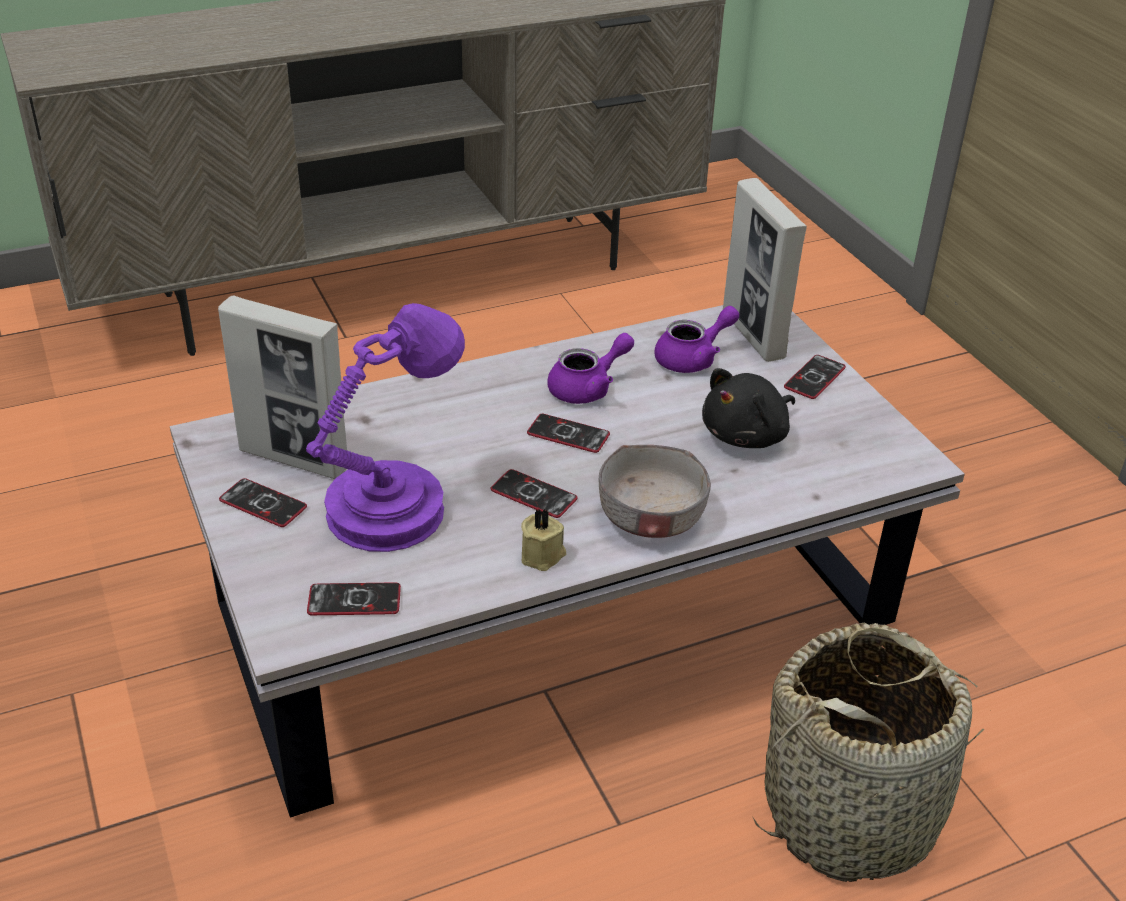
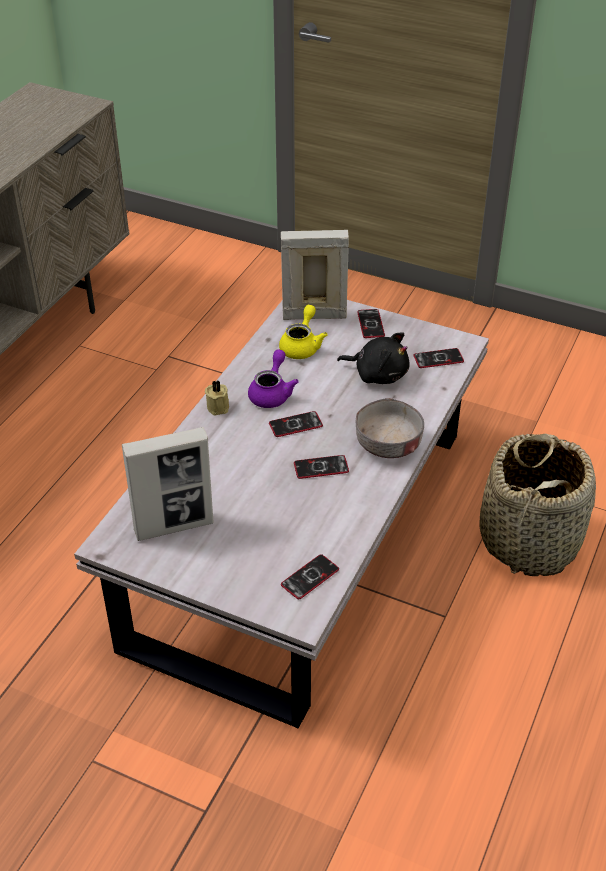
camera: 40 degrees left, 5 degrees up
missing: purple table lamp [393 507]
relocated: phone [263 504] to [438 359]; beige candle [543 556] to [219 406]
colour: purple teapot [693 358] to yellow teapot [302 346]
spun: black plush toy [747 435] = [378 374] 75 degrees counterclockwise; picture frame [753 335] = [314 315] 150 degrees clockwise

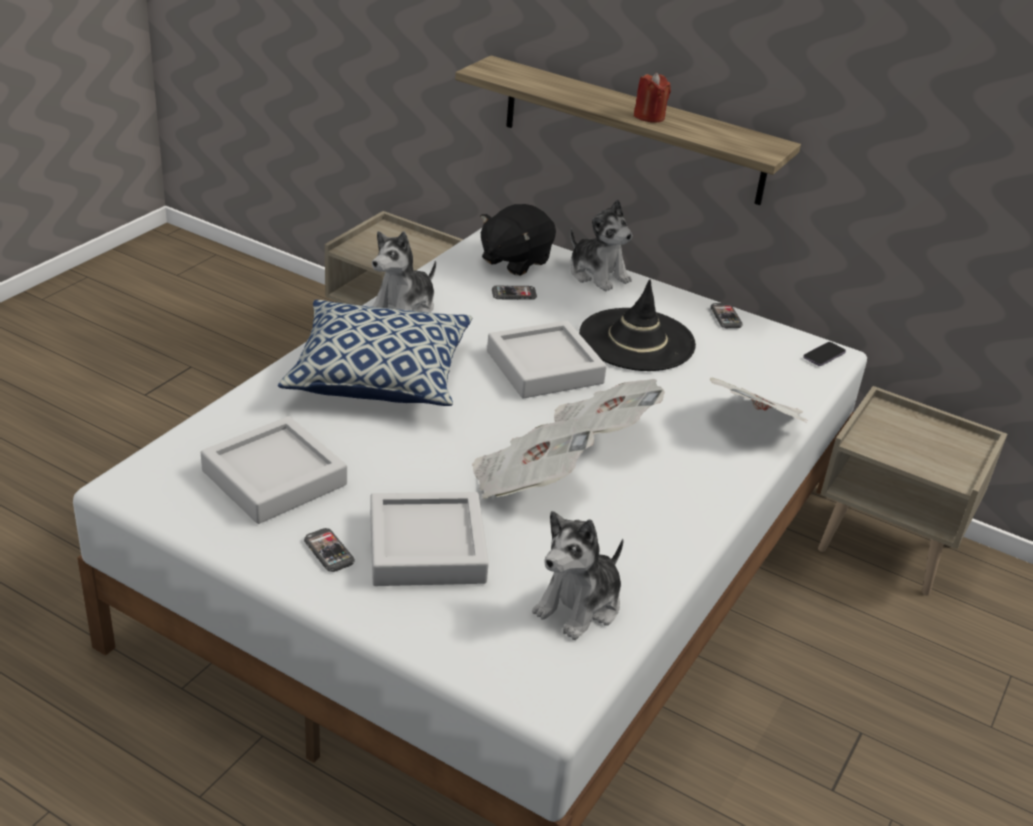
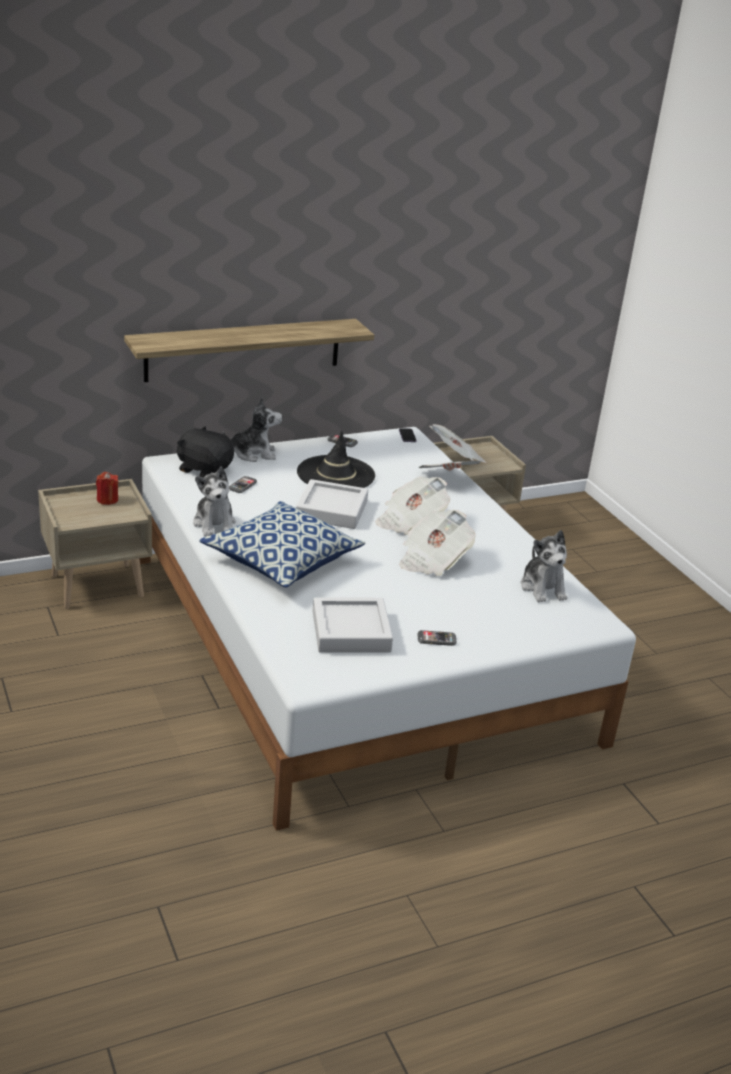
camera: 55 degrees left, 5 degrees down
missing: grey tray [427 548]
appeared: newspaper [456 458]
relocated: red candle [649 116] to [107 500]
spun: black plush toy [514 261] = [204 469] 135 degrees clockwise

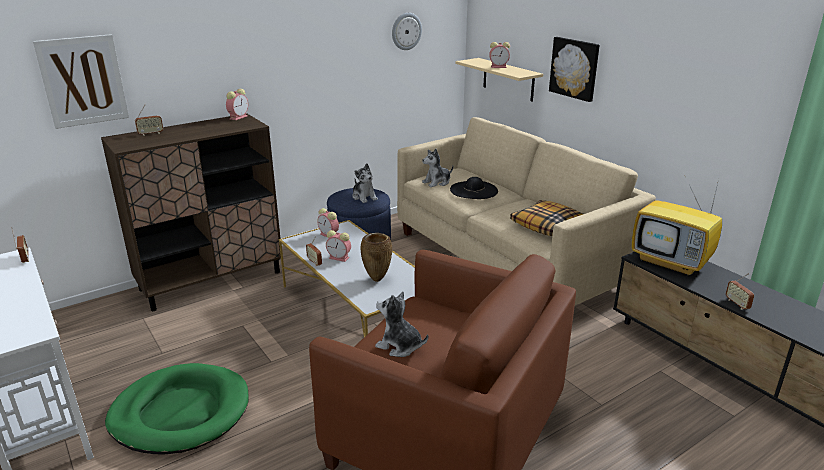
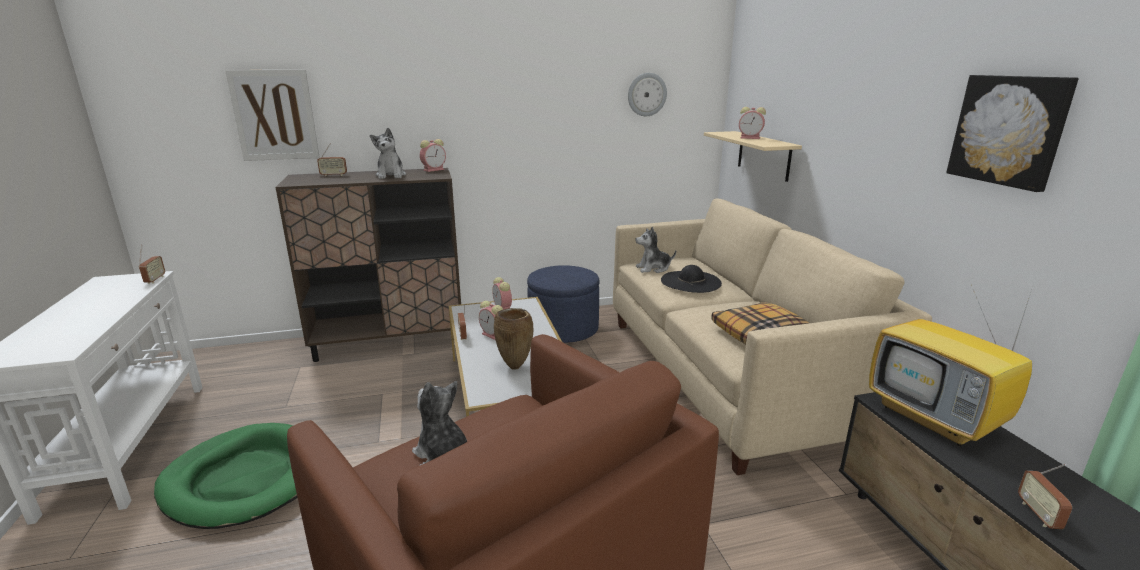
camera: 20 degrees right, 5 degrees down
relocated: plush toy [364 197] to [391 175]; picture [575 68] to [1009 130]

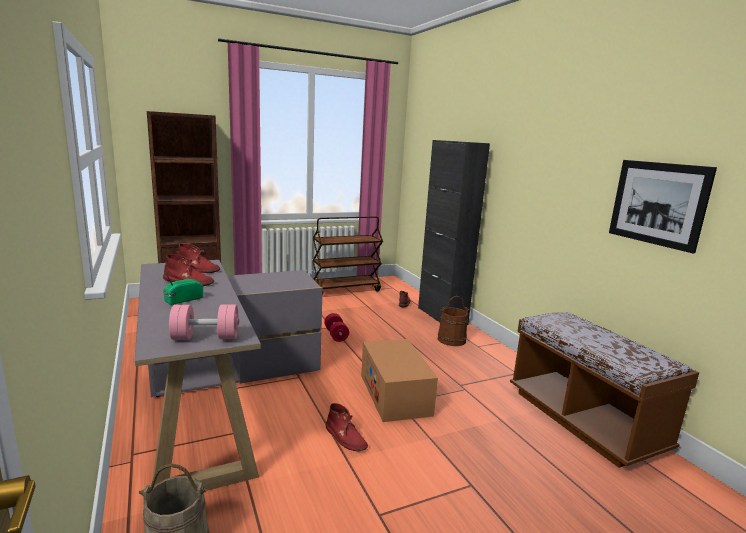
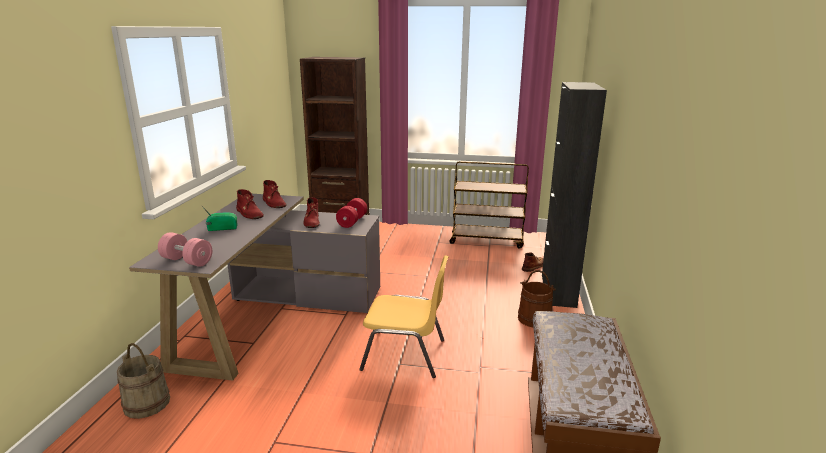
camera: 35 degrees right, 5 degrees up
missing: picture [658 203]
relocated: red dumbbell [336 335] to [352 221]; red boot [345 437] to [312 221]
exchanged: cardboard box [395 394] to yellow chair [405 354]

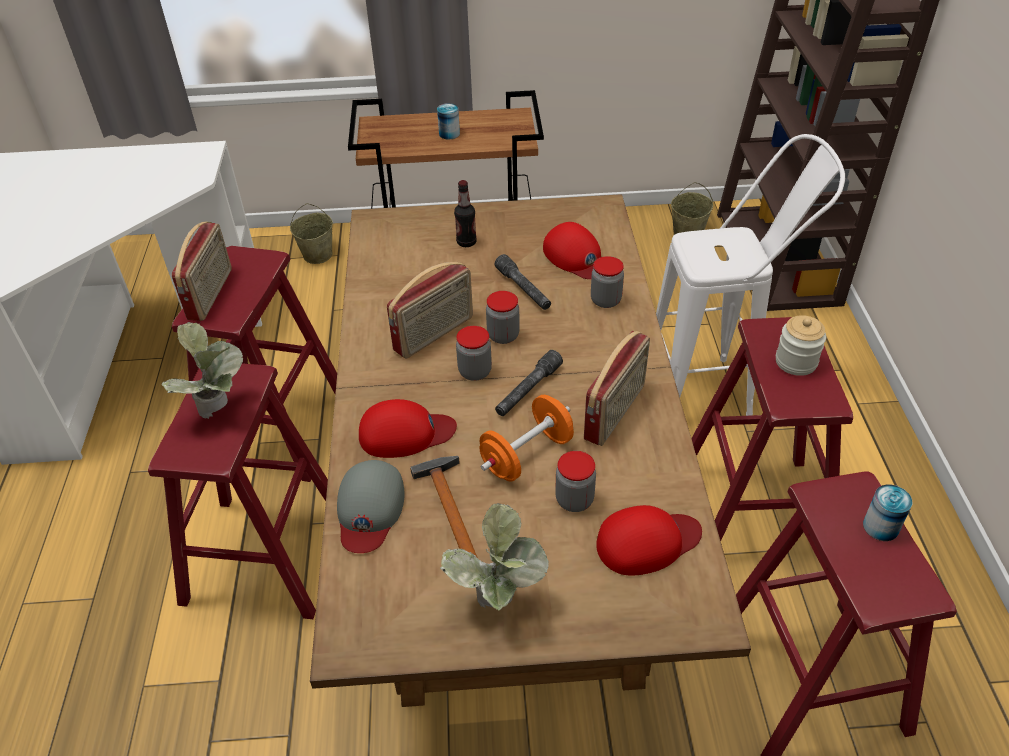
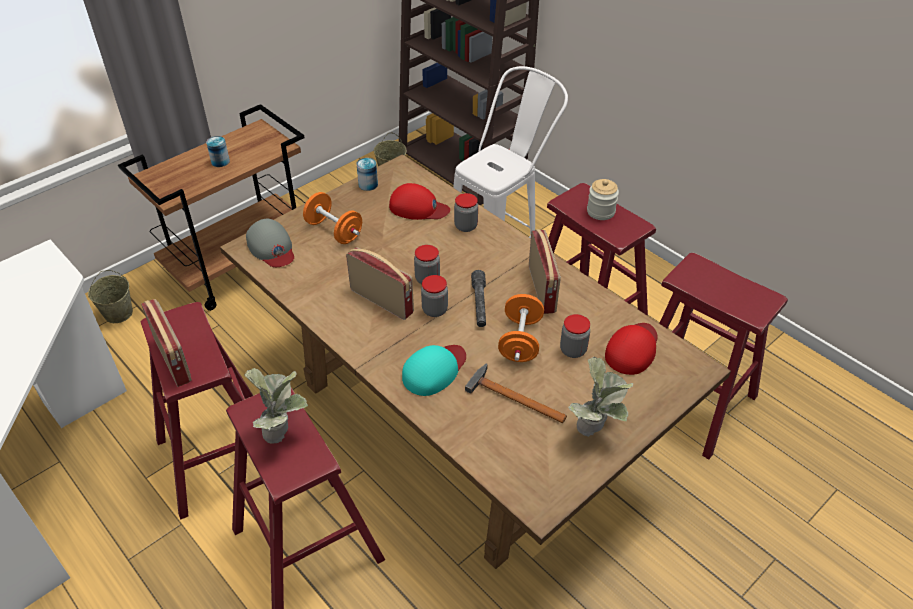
camera: 40 degrees left, 0 degrees up
missing: grey flashlight [523 289]
relocated: grey cap [369 509] to [271 248]; can [880 526] to [368 184]
exchanged: bottle [466 242] to orange dumbbell [334 231]
colour: red cap [405 433] to turquoise cap [434 370]
spun: radio [435 334] = [382 301] 60 degrees counterclockwise

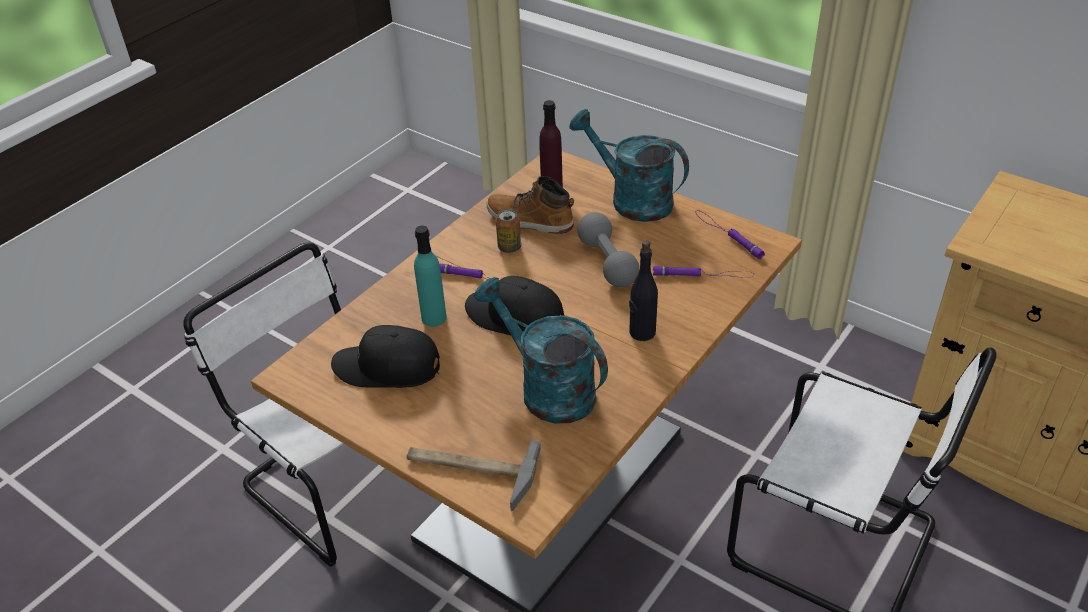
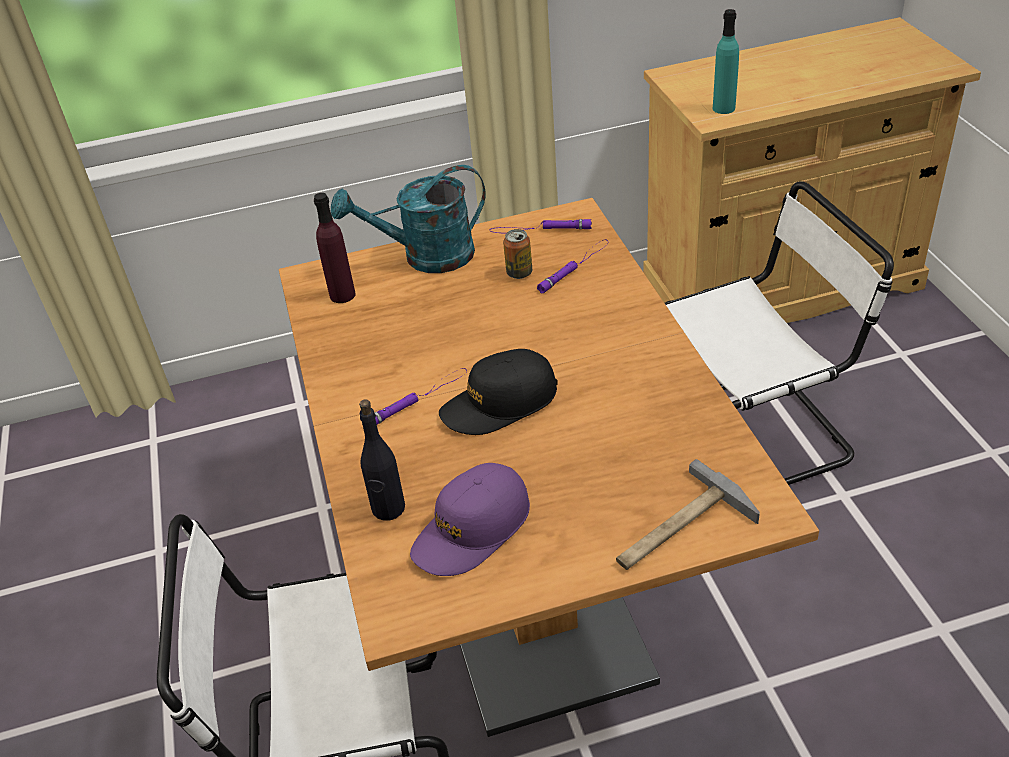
camera: 50 degrees left, 0 degrees up
missing: turquoise watering can [547 389]; boot [529 220]; grey dumbbell [607 262]
relocated: turquoise bottle [434 318] to [723 108]; can [509 247] to [519 273]; black bottle [642 332] to [388 508]
colour: black cap [387 367] to purple cap [472 530]

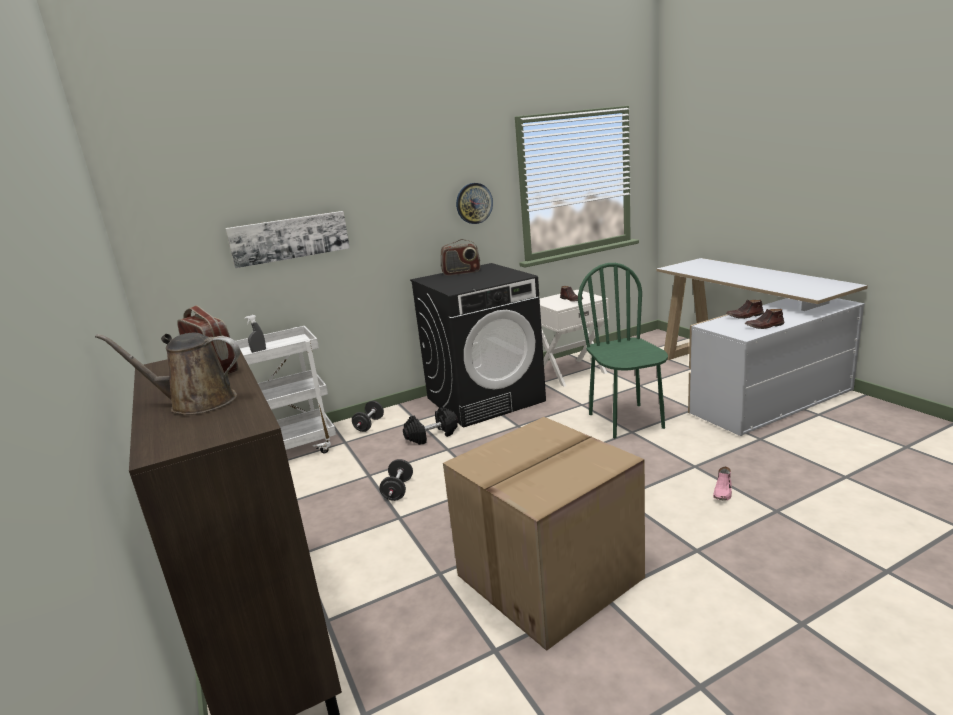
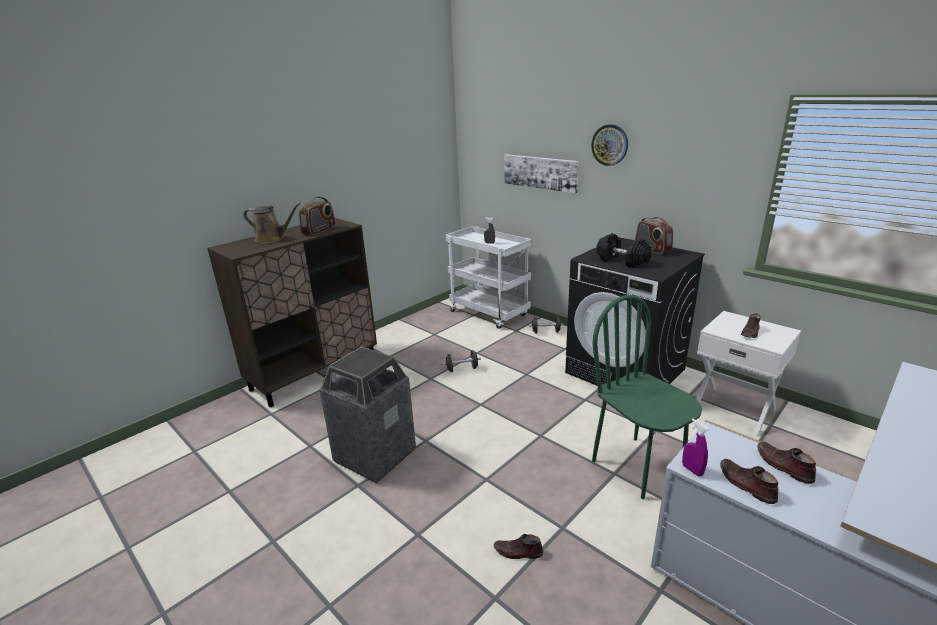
camera: 70 degrees right, 5 degrees up
appeared: purple spray bottle [692 470]
relocated: black dumbbell [432 436] to [622 261]; wall clock [474 203] to [610 145]
exchanged: cardboard box [549 578] to trash can [374 456]
colour: pink shoe [723 492] to brown shoe [518 552]
spun: brown watering can [197 403] = [272 239] 120 degrees clockwise; green chair [626 421] = [637 466] 90 degrees counterclockwise

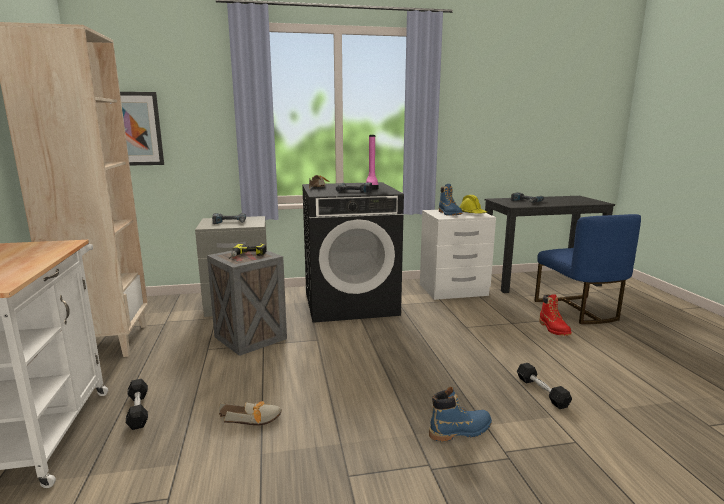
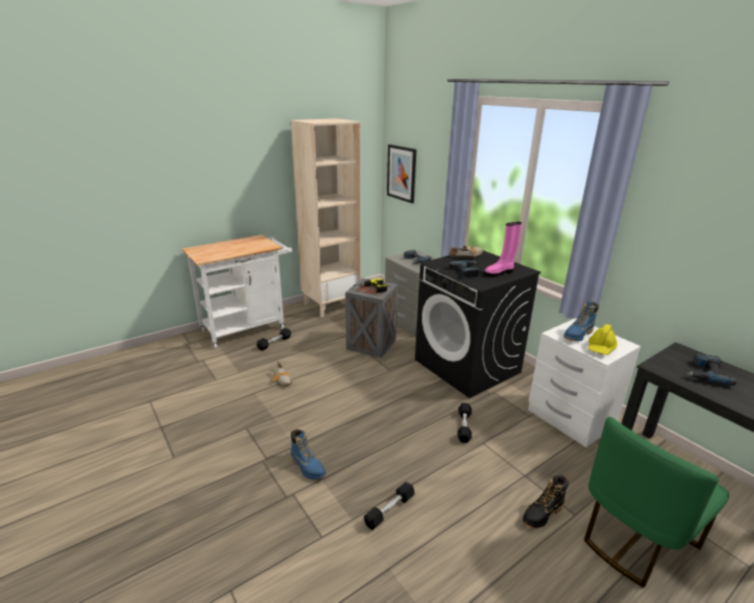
camera: 65 degrees right, 10 degrees up
appeared: black dumbbell [464 427]
colour: blue chair [579 310] to green chair [634 539]; red boot [554 329] to black boot [542 513]

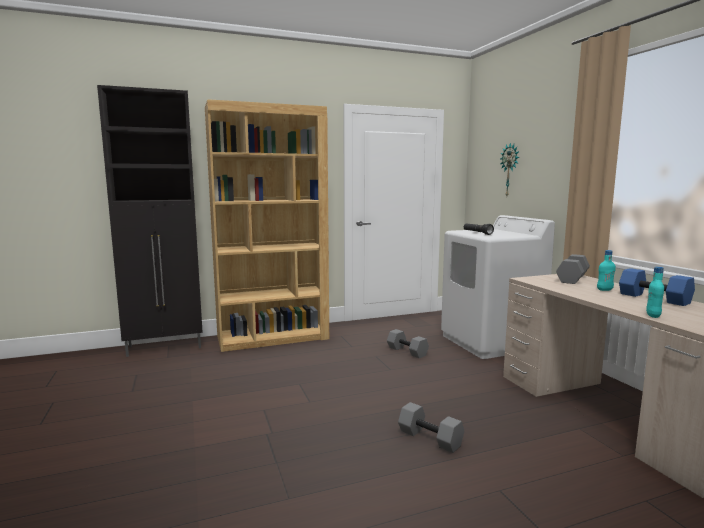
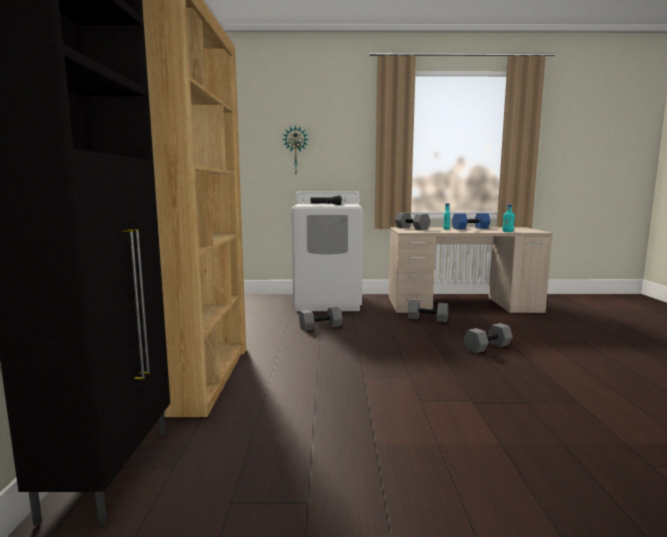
camera: 70 degrees left, 0 degrees up
appeared: grey dumbbell [427 319]

